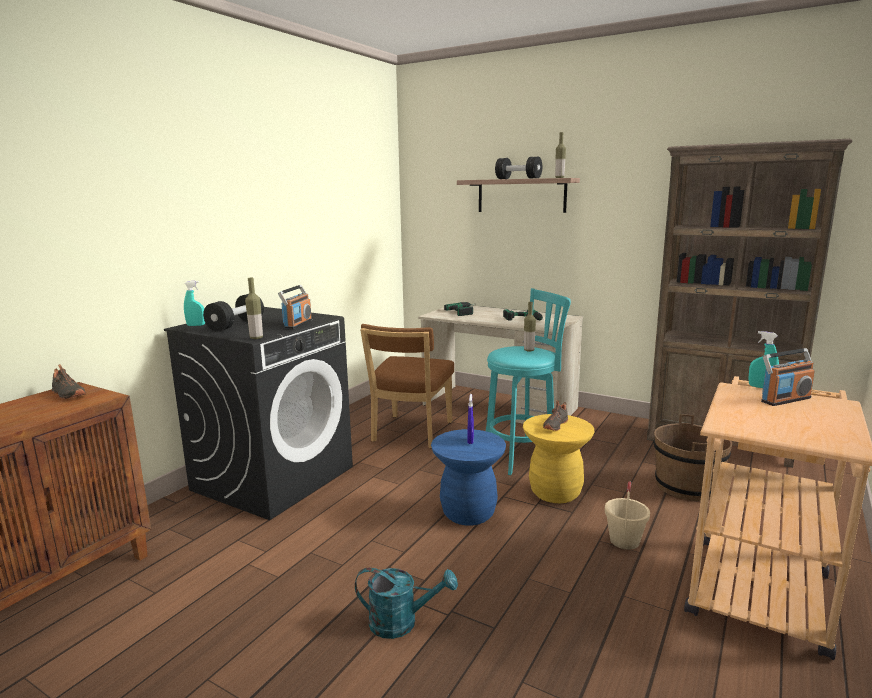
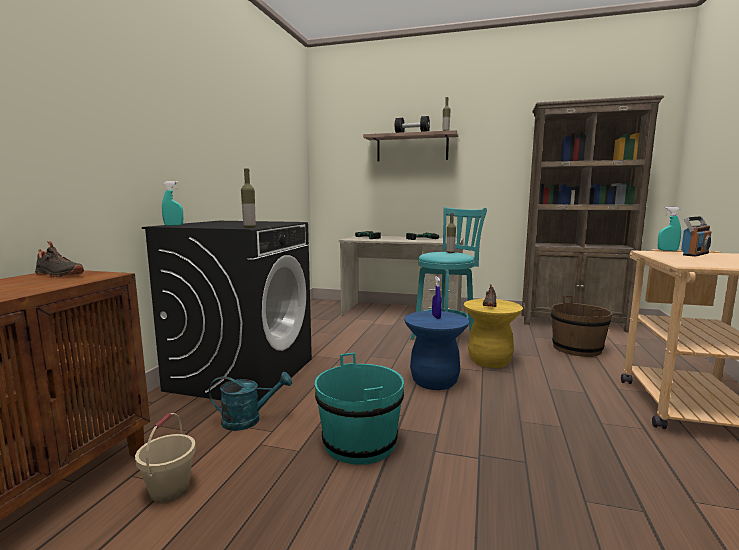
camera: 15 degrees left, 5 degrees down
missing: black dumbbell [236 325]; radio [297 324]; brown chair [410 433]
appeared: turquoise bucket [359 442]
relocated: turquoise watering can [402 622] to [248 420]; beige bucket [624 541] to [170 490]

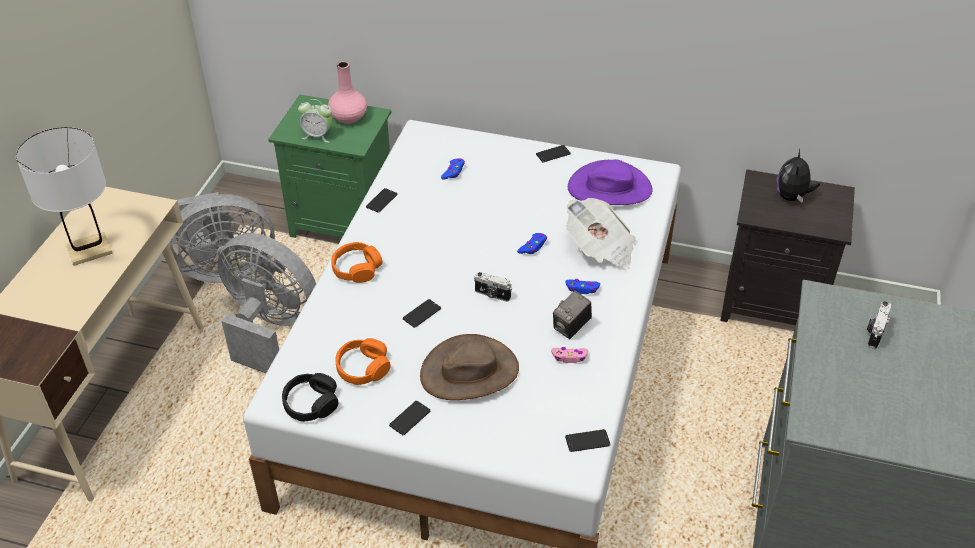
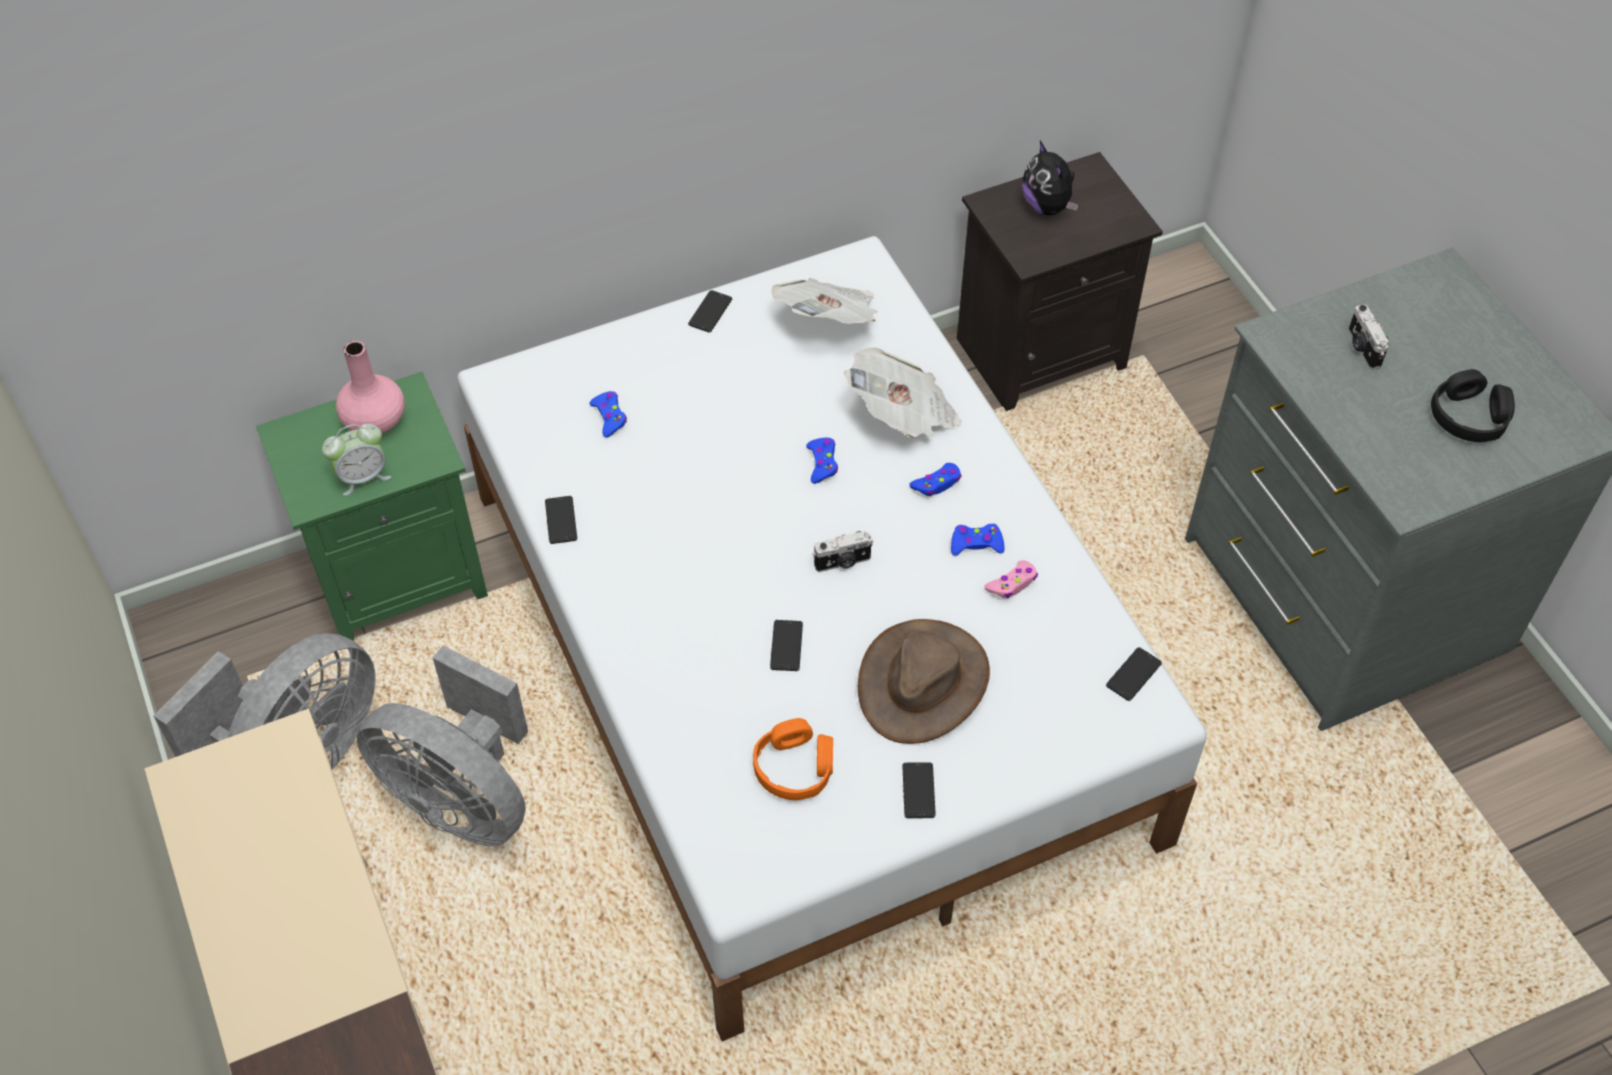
camera: 40 degrees left, 10 degrees up
missing: white table lamp [89 250]; orange headphones [356 268]
relocated: black headphones [311 403] to [1469 416]
exchanged: photo camera [571 327] to blue game controller [976 544]; purple hat [609 188] to newspaper [829 320]
spun: grey fan [270 328] = [463 798] 135 degrees counterclockwise

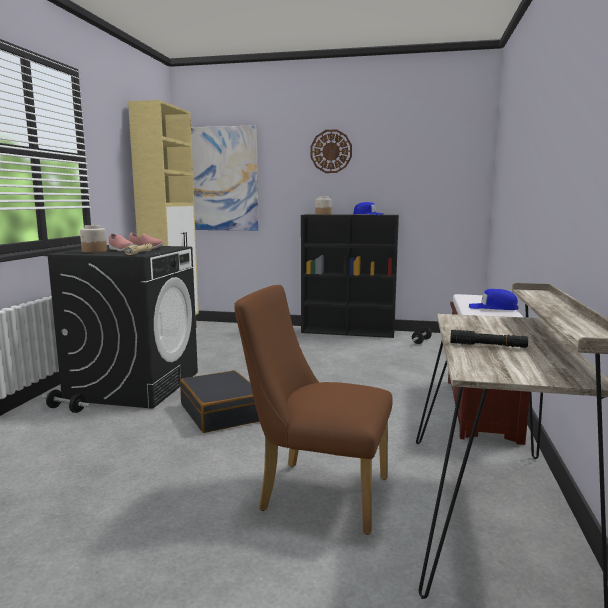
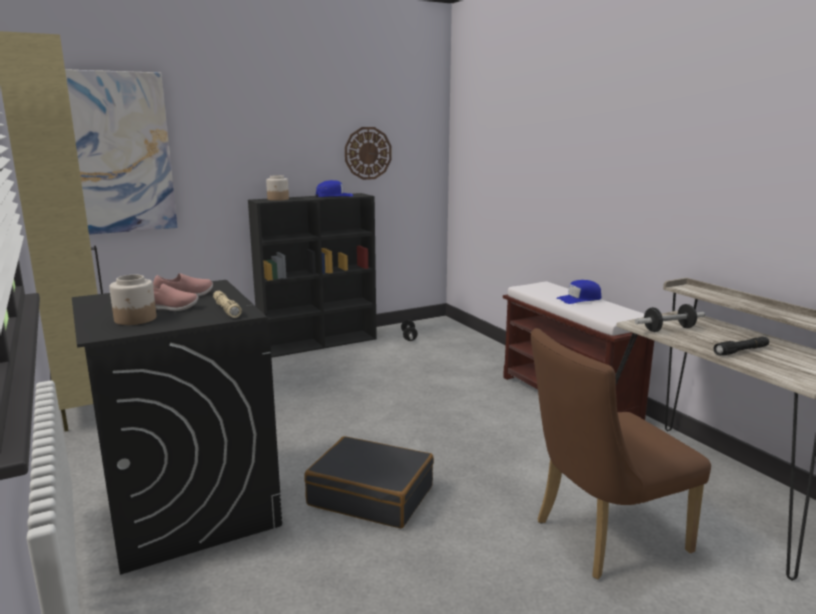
camera: 40 degrees left, 5 degrees up
relocated: dumbbell [66 409] to [668 329]; wall clock [331 151] to [368 153]

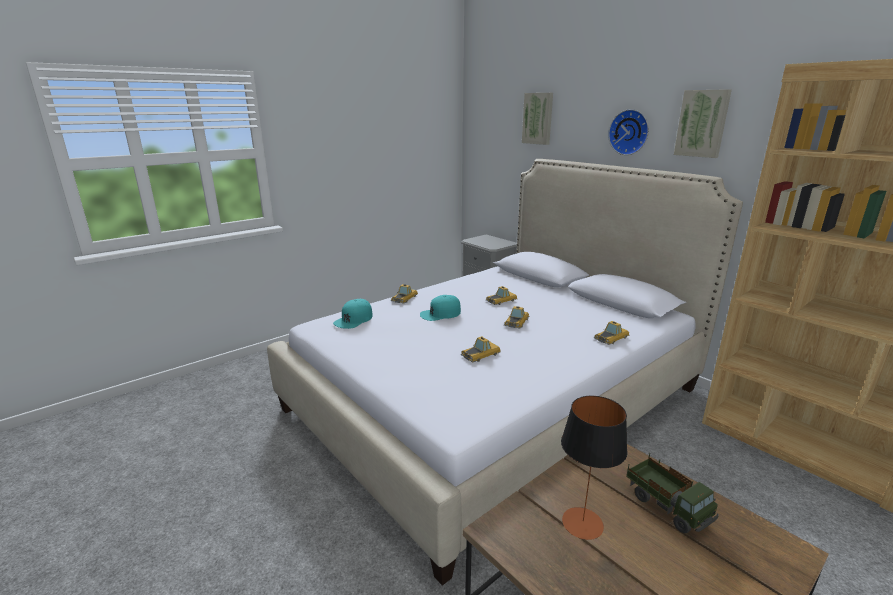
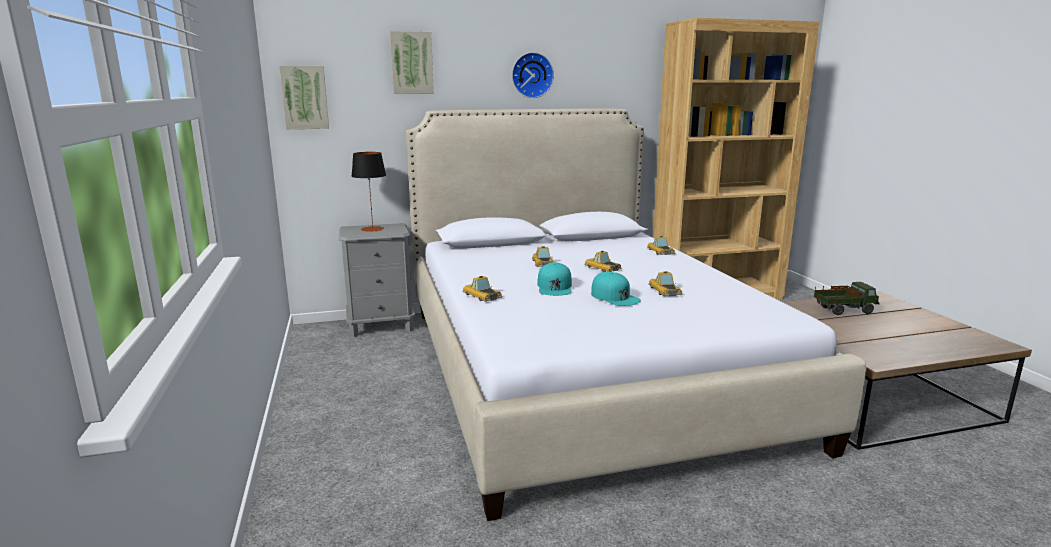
camera: 65 degrees left, 5 degrees down
relocated: turquoise cap [354 319] to [615 297]; table lamp [582 523] to [372 229]; picture [702 123] to [305 97]

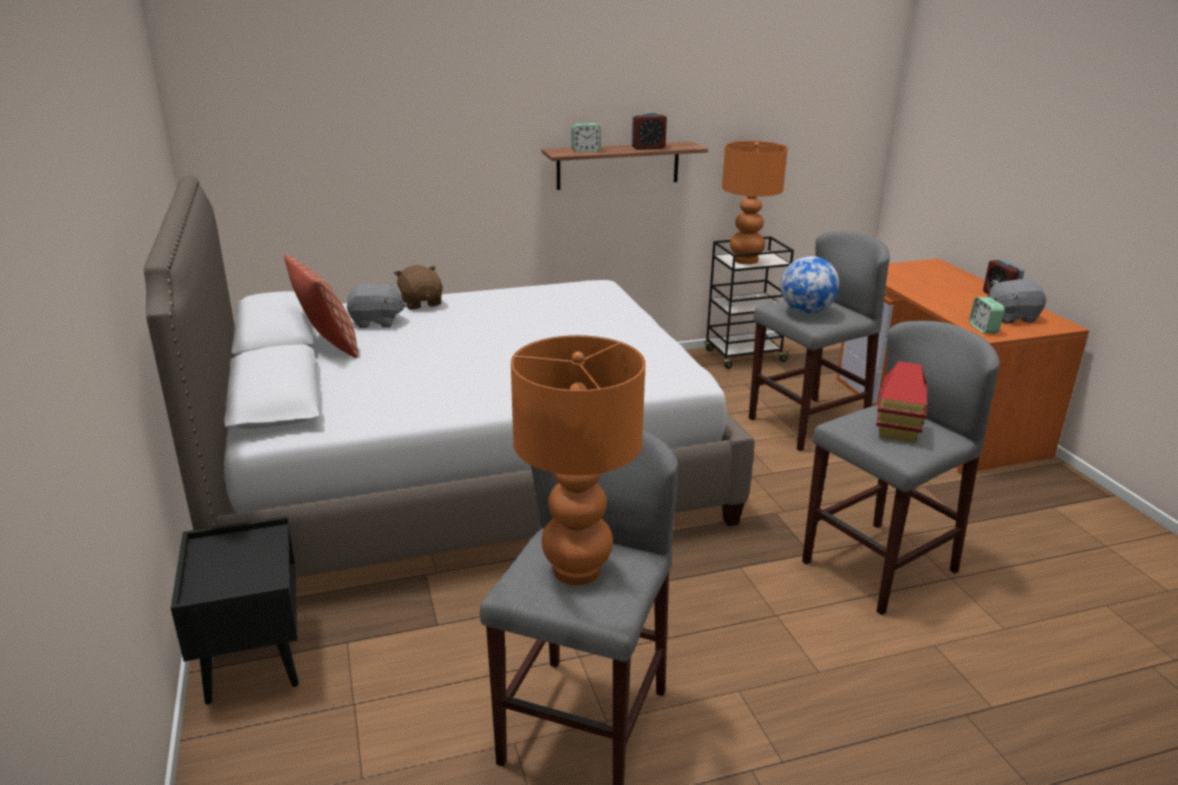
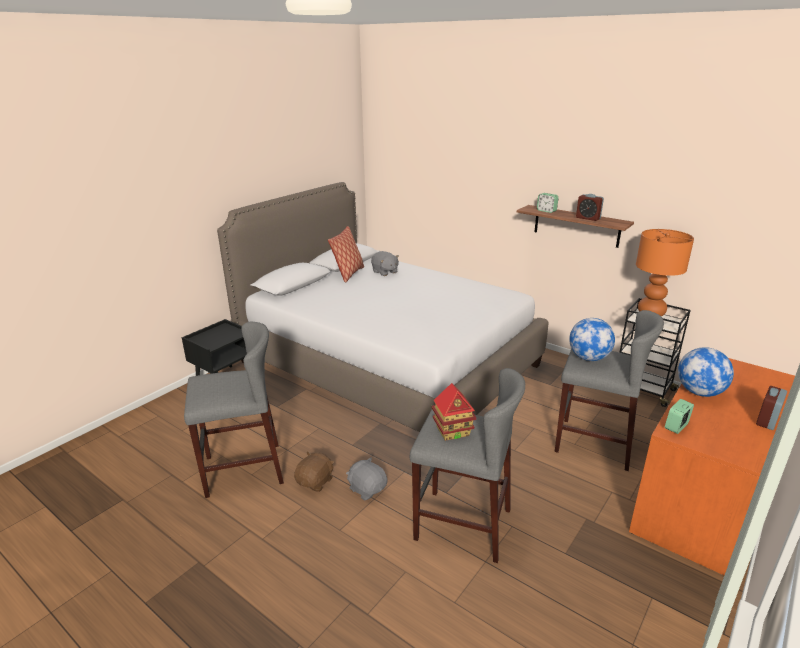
camera: 55 degrees right, 0 degrees up
missing: orange table lamp [578 569]
appeared: globe [699 392]
relocated: brown plush toy [421 303] to [315 482]; grey plush toy [1010 317] to [367 489]

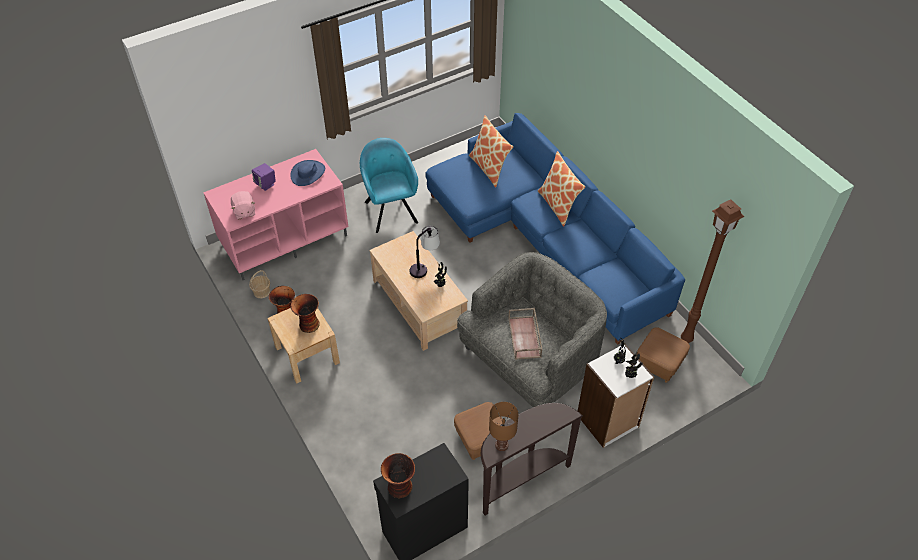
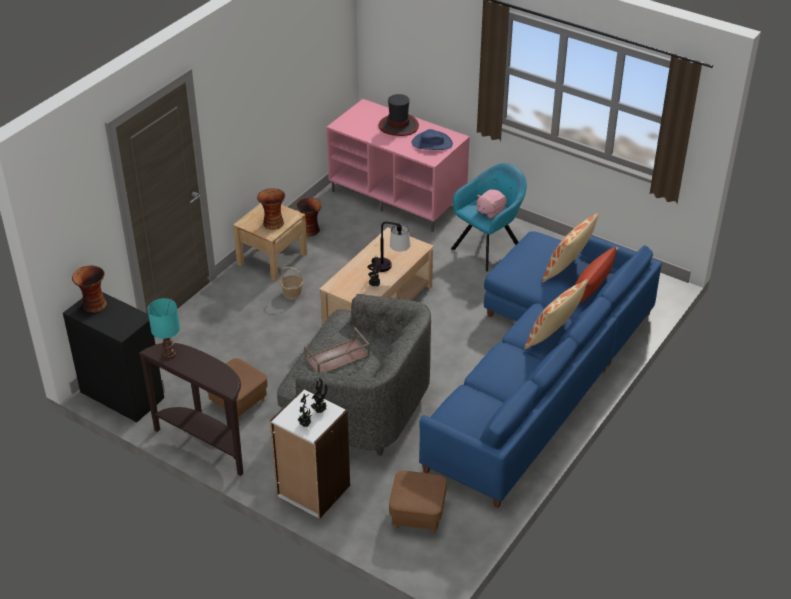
camera: 65 degrees right, 10 degrees down
missing: brown floor lamp [687 339]
appeared: red pillow [591 287]
relocated: pink plush toy [244 212] to [490 211]; basket [262 291] to [292 293]
exchanged: purple speaker [266 184] to hat [398 126]
colour: brown table lamp [501 445] to turquoise table lamp [169 354]

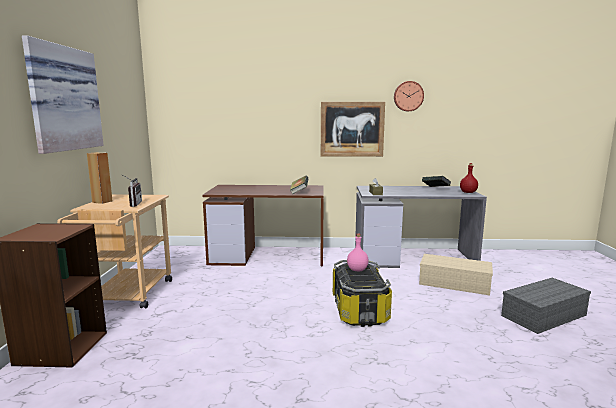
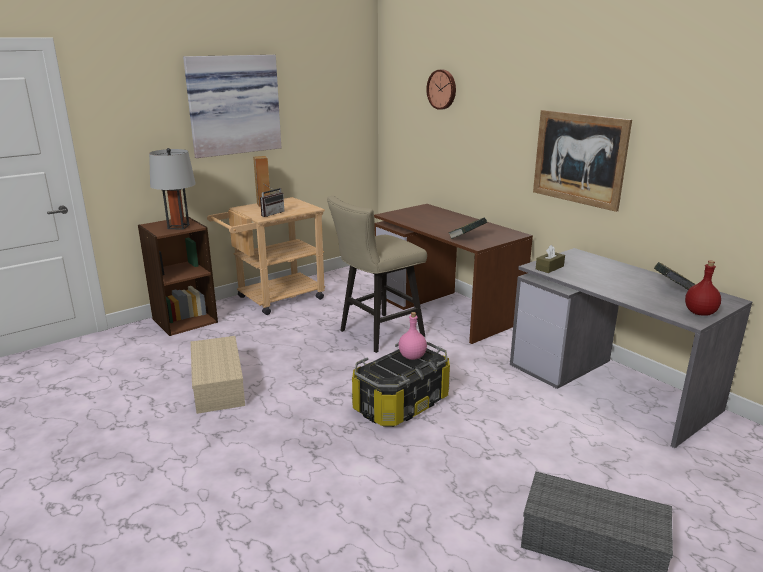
camera: 50 degrees right, 10 degrees up
appeared: grey table lamp [178 227]; beige stool [376 334]
relocated: wall clock [408 96] to [442 89]; beige storage box [455 283] to [219 386]

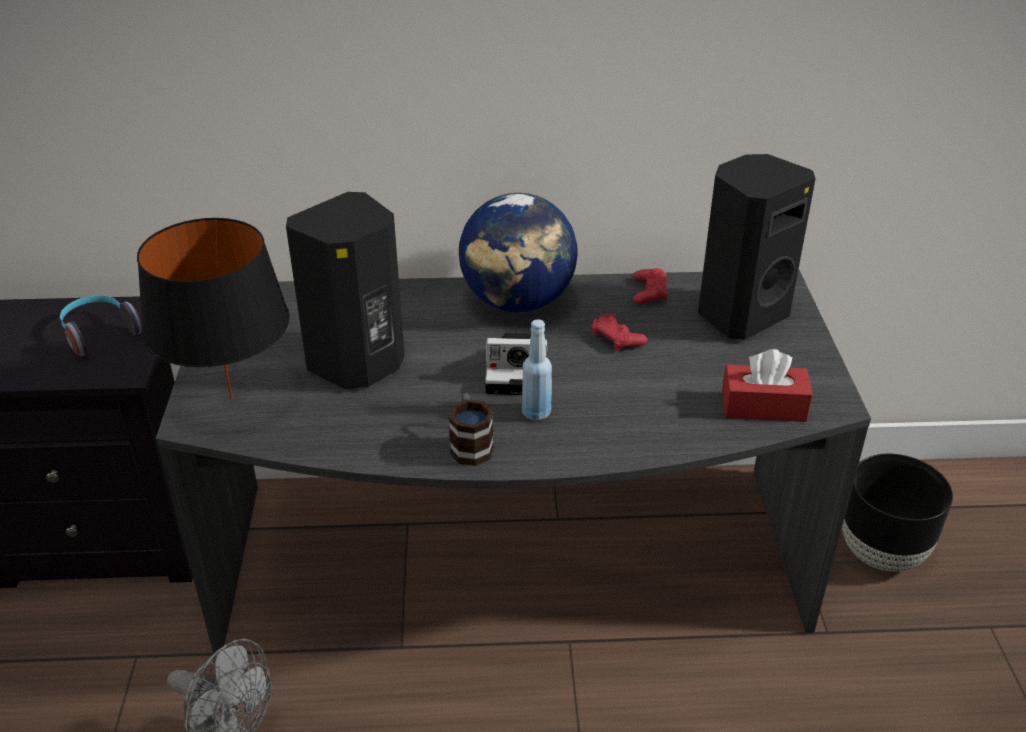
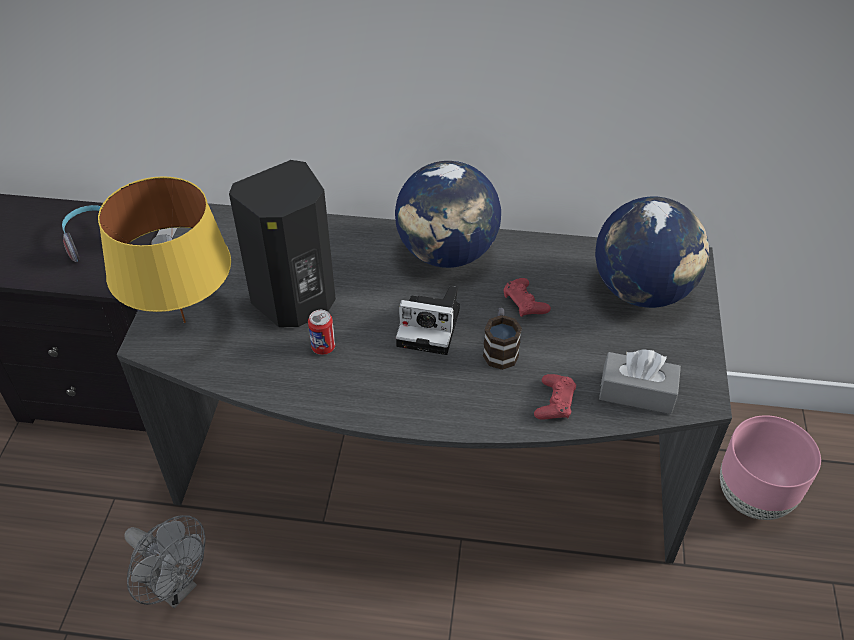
camera: 10 degrees right, 10 degrees up
missing: blue bottle [536 413]
appeared: can [323 347]
relocated: mug [470 444] to [500 349]; red game controller [649 292] to [554 402]
exchanged: black speaker [739 315] to globe [642 291]
colour: black table lamp [231 397] to yellow table lamp [184 322]; red tissue box [763 406] to grey tissue box [637 392]; black planter [882 553] to pink planter [754 497]

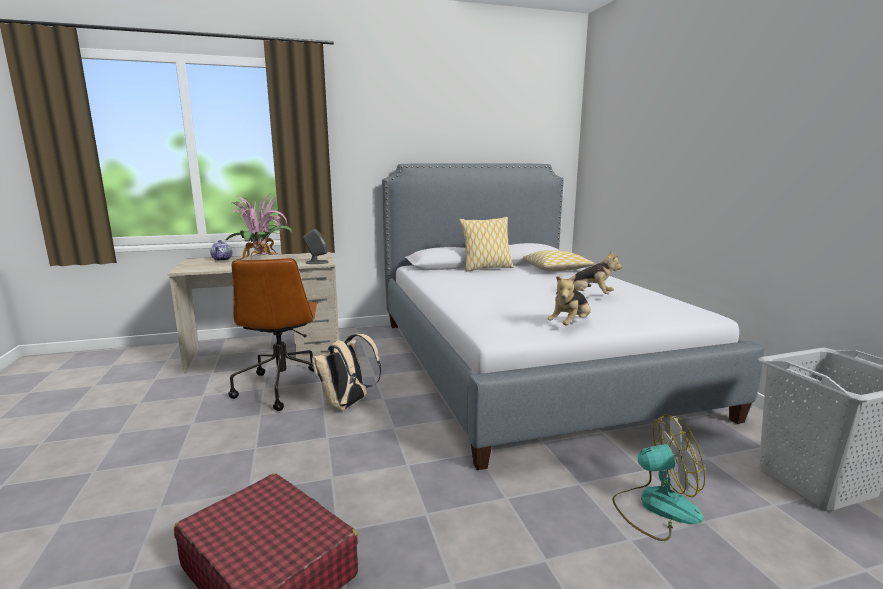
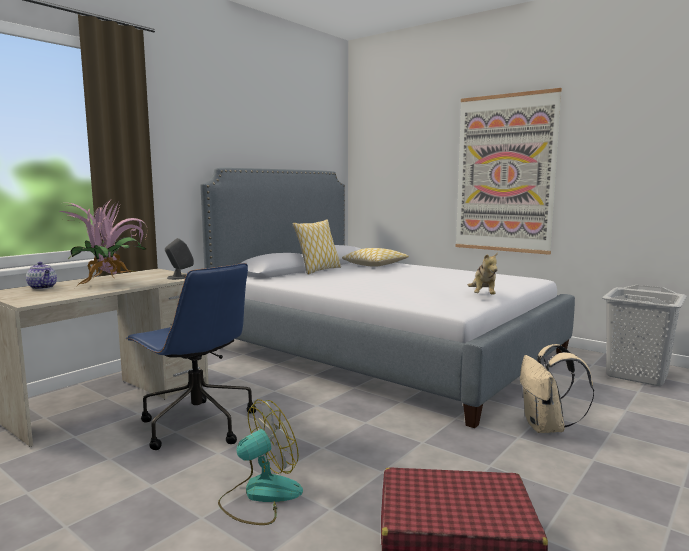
camera: 35 degrees left, 5 degrees down
missing: plush toy [588 296]
appeared: picture [504 174]
relocated: beige backpack [347 405] to [547 428]; fan [655 507] to [260 495]
colour: brown office chair [283 387] to blue office chair [196 424]

